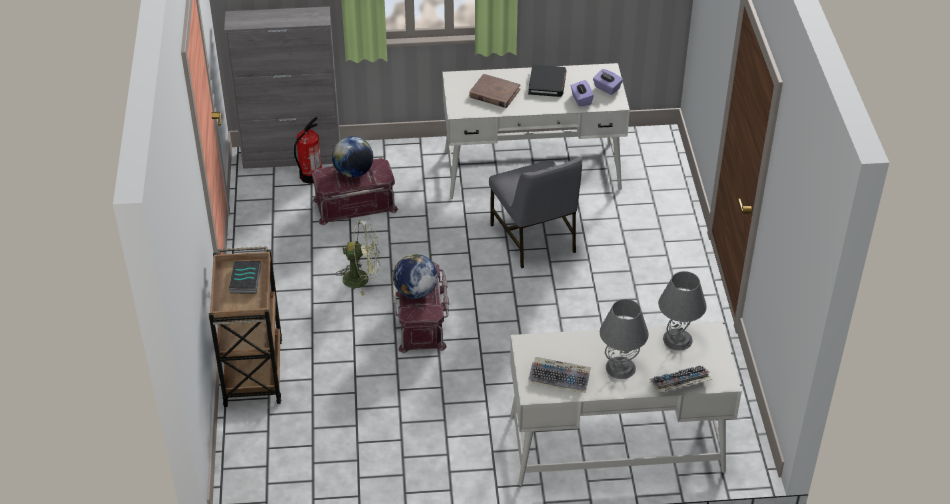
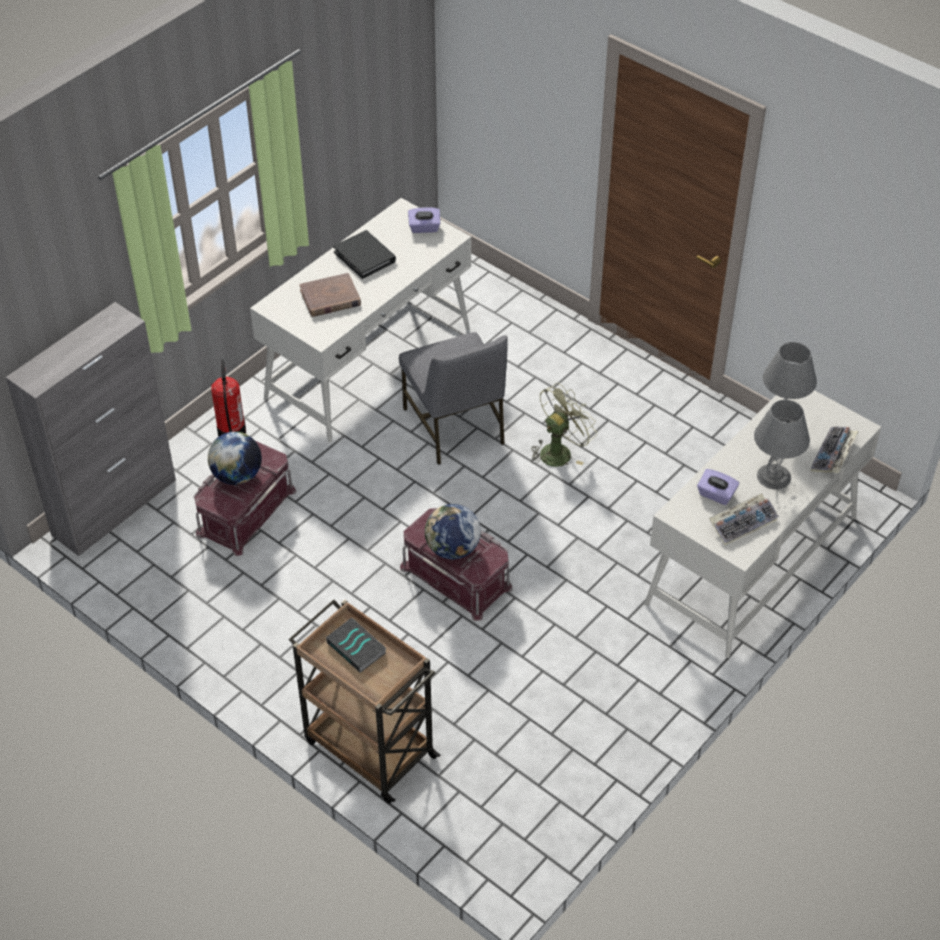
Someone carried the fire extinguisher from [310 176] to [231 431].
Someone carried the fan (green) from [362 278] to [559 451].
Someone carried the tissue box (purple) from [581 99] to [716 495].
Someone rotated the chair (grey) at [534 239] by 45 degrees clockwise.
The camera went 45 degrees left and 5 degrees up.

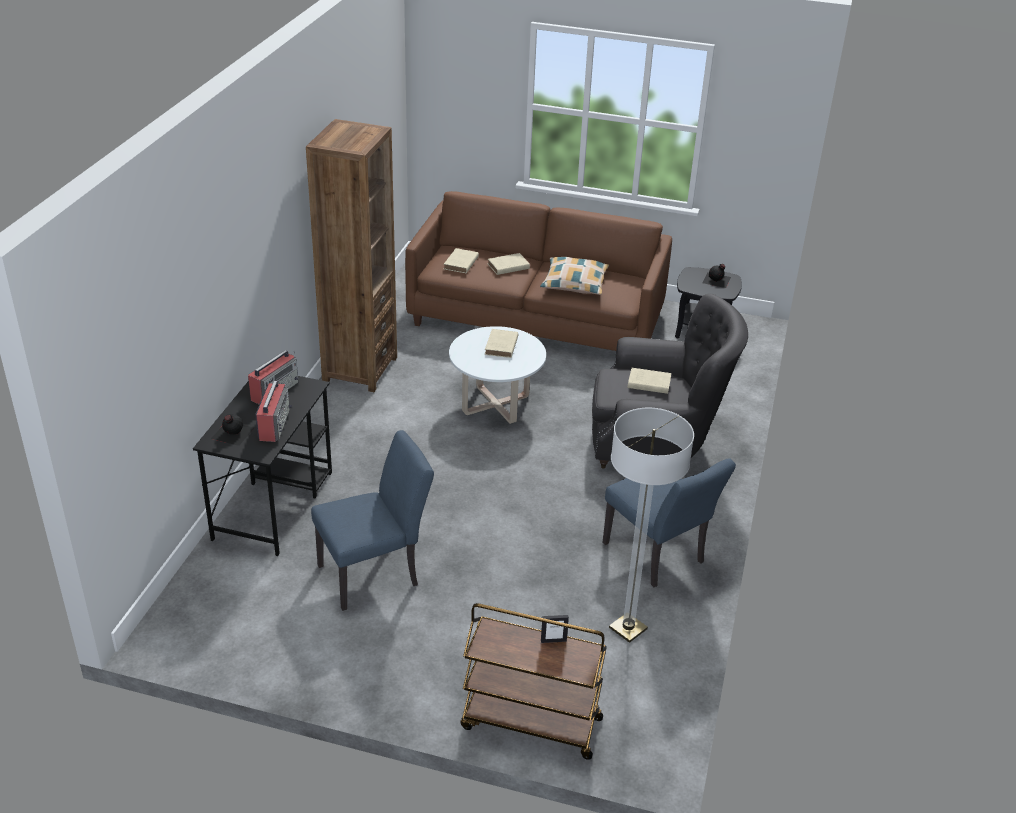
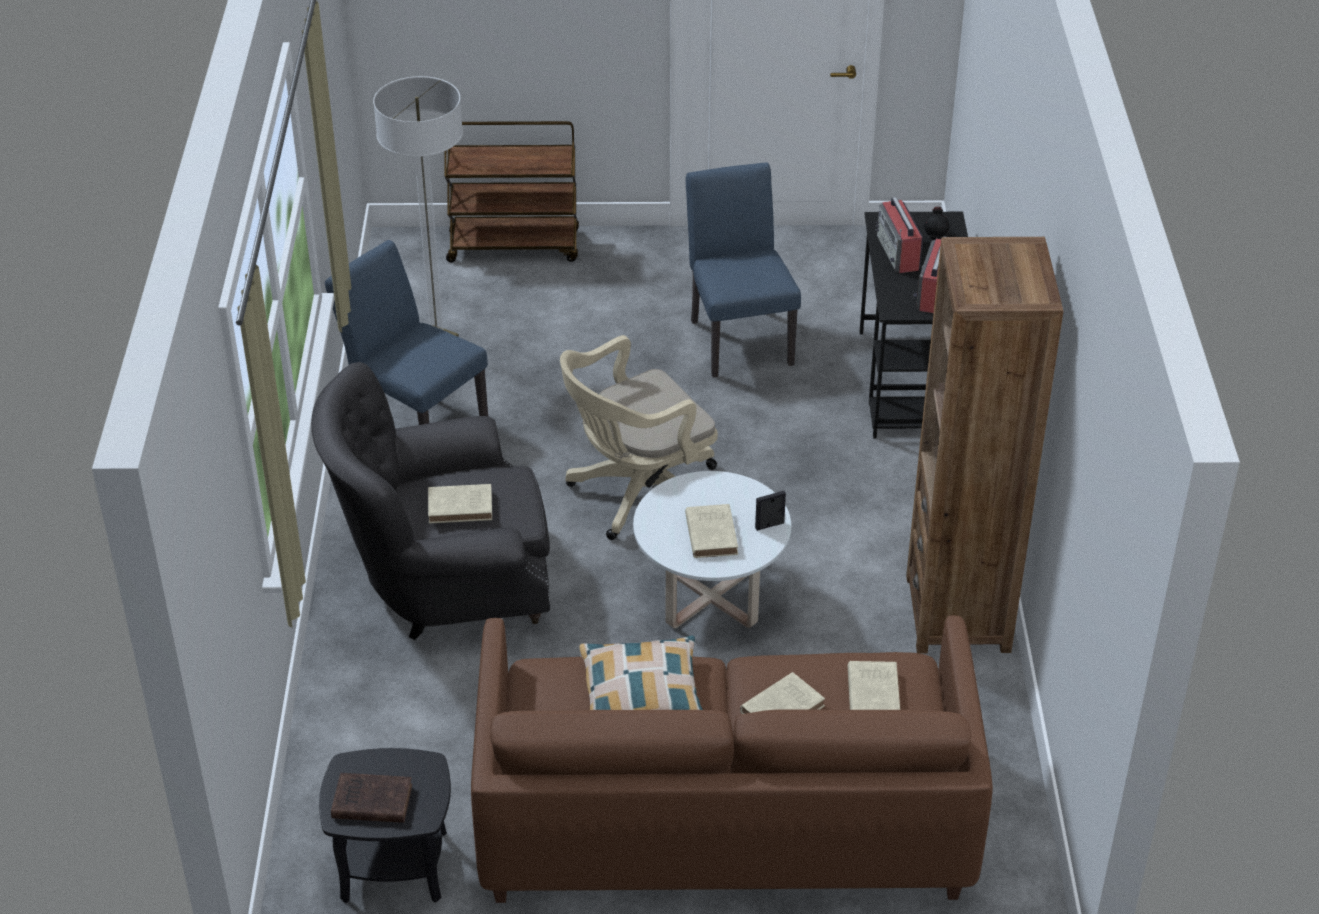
Someone put down the office chair (beige) at [637 495].
Someone carried the picture frame from [553 640] to [769 525].
Someone swapped the bottle (black) at [717 280] for the book (brown) at [370 802].
Someone rotated the chair (blue) at [375 573] by 120 degrees clockwise.
The camera went 165 degrees right and 5 degrees up.

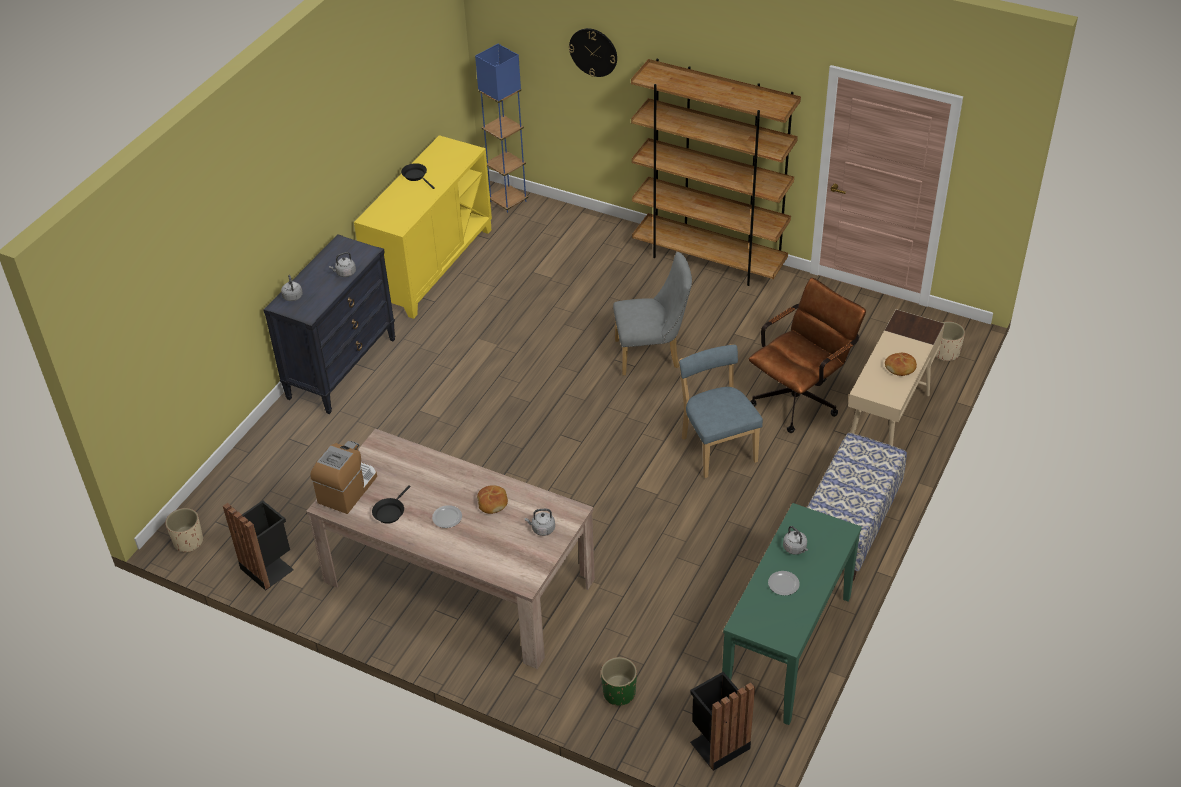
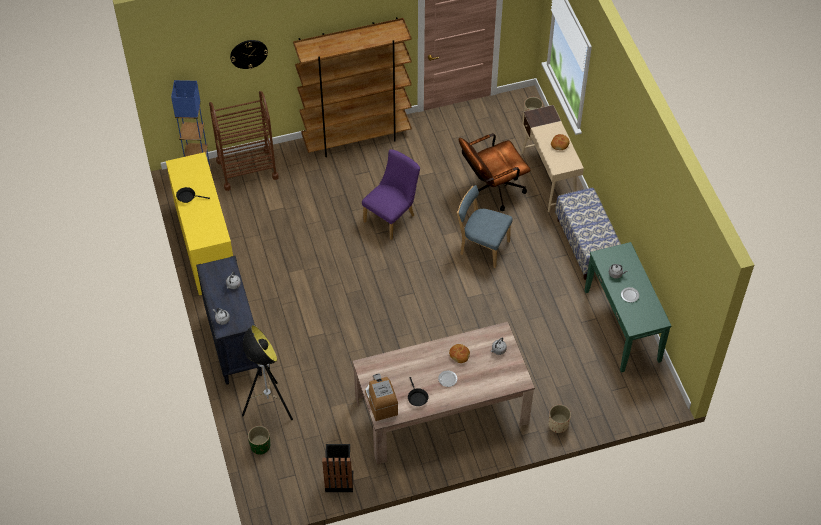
Someone took away the trash can (black) at [718 743].
Someone put down the cart (brown) at [247 169].
Someone put down the floor lamp at [268 406].
Someone carried the planter (beige) from [188 542] to [558 425].
Someone carried the planter (green) from [619 693] to [260 446].
Someone repainted the chair (grey) at [652 354], which became the chair (purple) at [392 217].
Someone rotated the office chair (brown) at [800 398] by 120 degrees counterclockwise.
The camera went 45 degrees left and 10 degrees up.

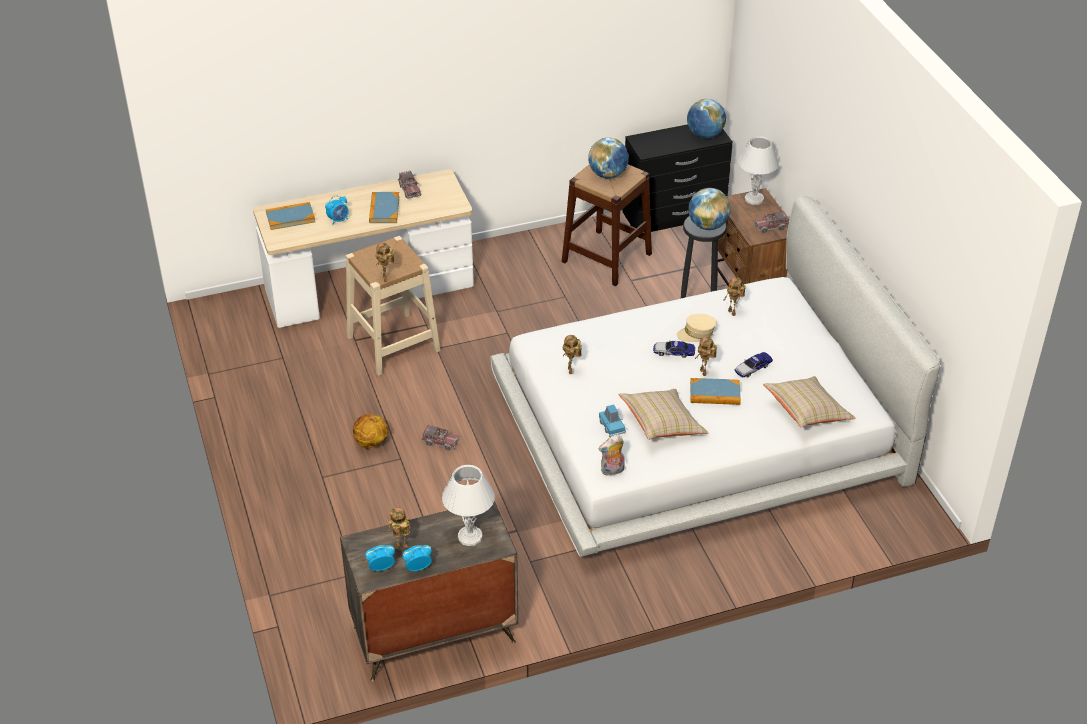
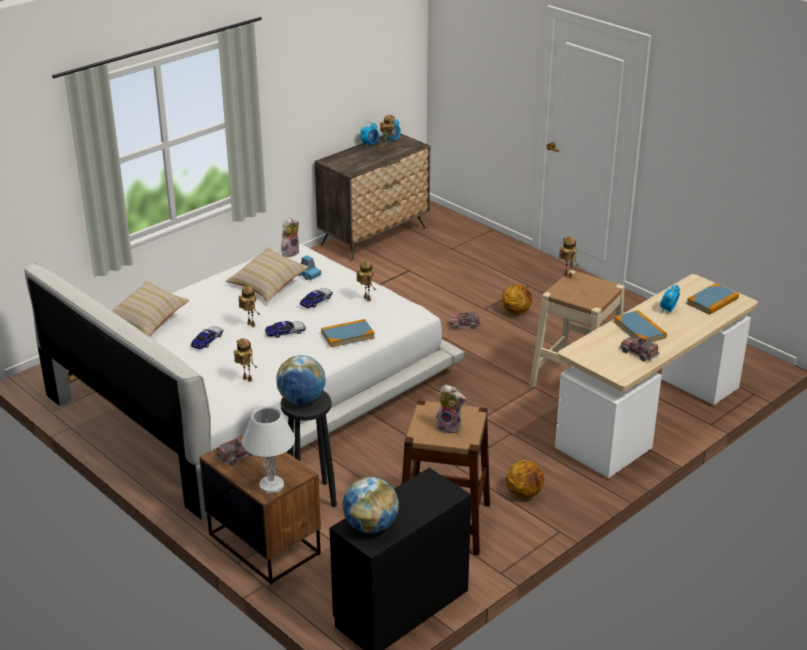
Someone took away the table lamp (white) at [470 536].
Someone took away the cap (beige) at [696 333].
Someone put down the toy car at [316 301].
Someone put down the basketball at [525 493].
Someone carried the book from [715 394] to [347 335].
Someone swapped the globe at [608 174] for the plush toy at [450 427].
The camera went 155 degrees right and 10 degrees down.

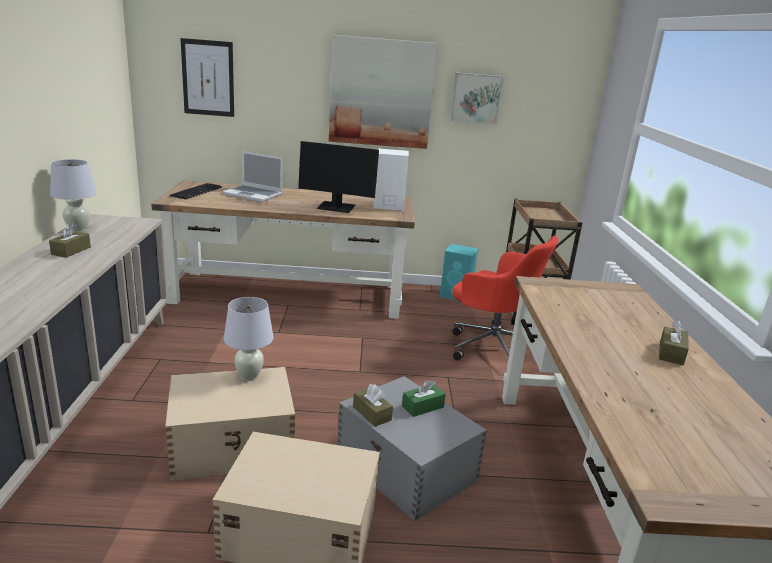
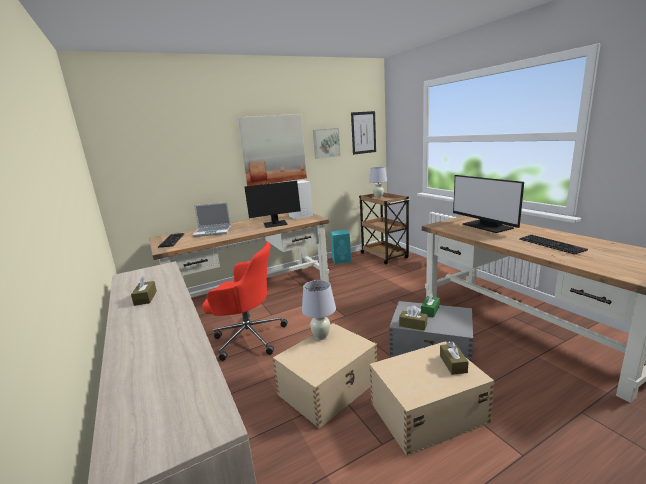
Someone put down the monitor at [486 226].
Someone put down the keyboard at [552 244].
Someone carried the table lamp (white) from [78 230] to [378 197].
Someone carried the picture from [208 78] to [363 132].
Someone carried the office chair (red) from [492 346] to [248 337].
Someone carried the tissue box (brown) from [671 353] to [453 364].
The camera went 25 degrees left and 5 degrees down.

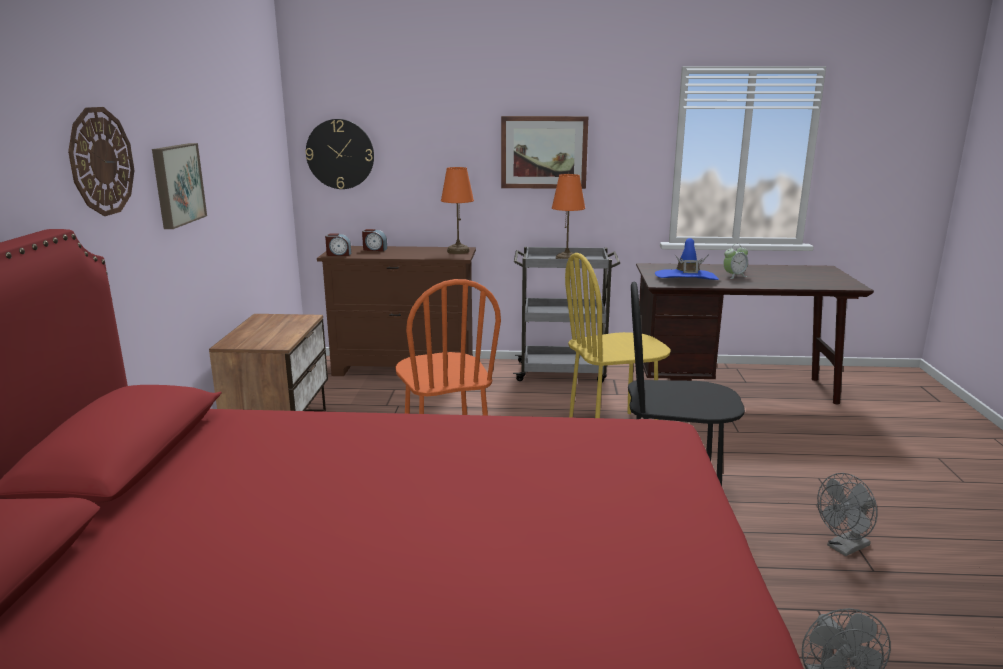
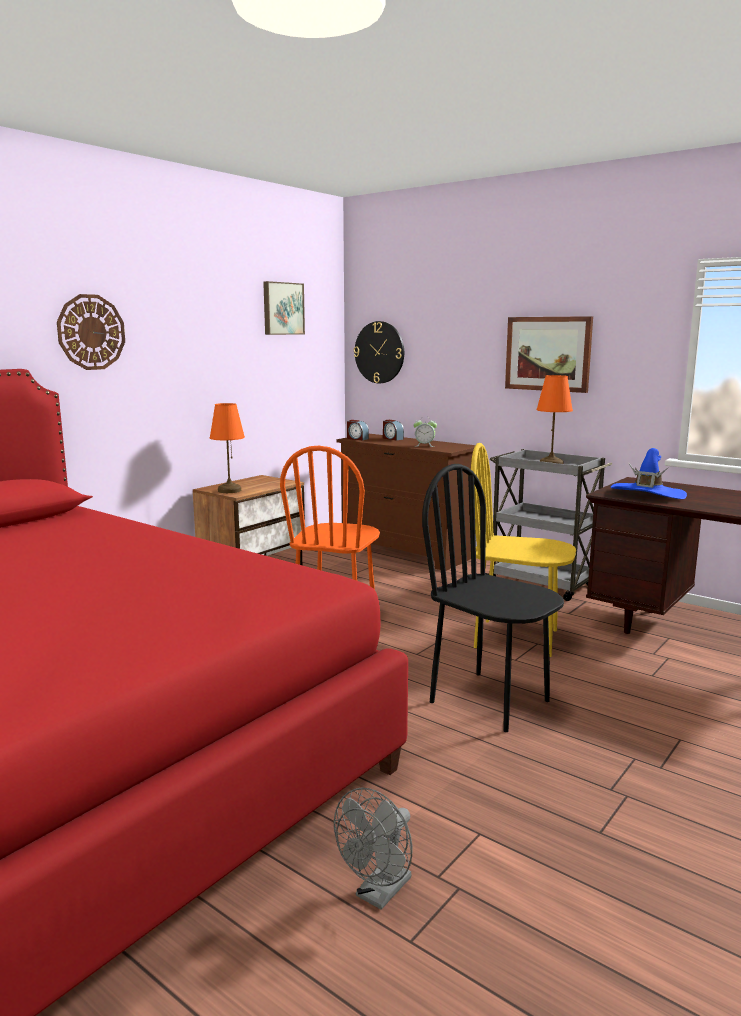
Someone took away the fan (grey) at [844 548].
Someone carried the picture from [176 184] to [282 308].
Someone carried the table lamp (orange) from [458 251] to [229 490].
Someone carried the alarm clock from [734 276] to [424 445].
The camera went 35 degrees right and 5 degrees down.

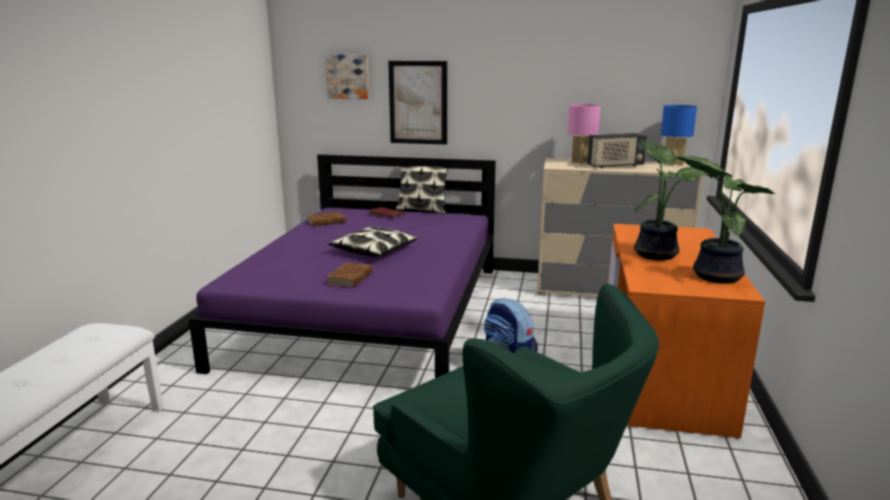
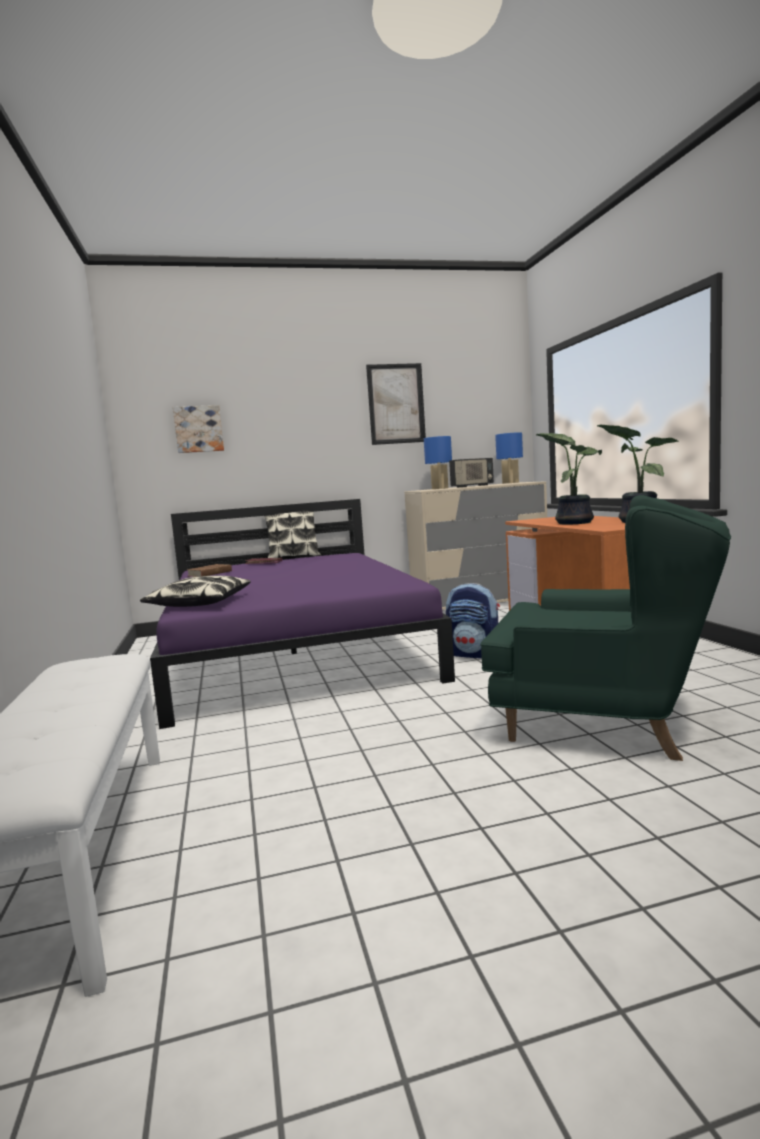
Someone took away the book (brown) at [350 278].
Someone carried the pillow from [374 250] to [200 603].
Someone carried the picture from [418 102] to [396 404].
Someone repainted the table lamp (pink) at [580 162], which became the table lamp (blue) at [439 488].
The camera went 25 degrees left and 10 degrees down.

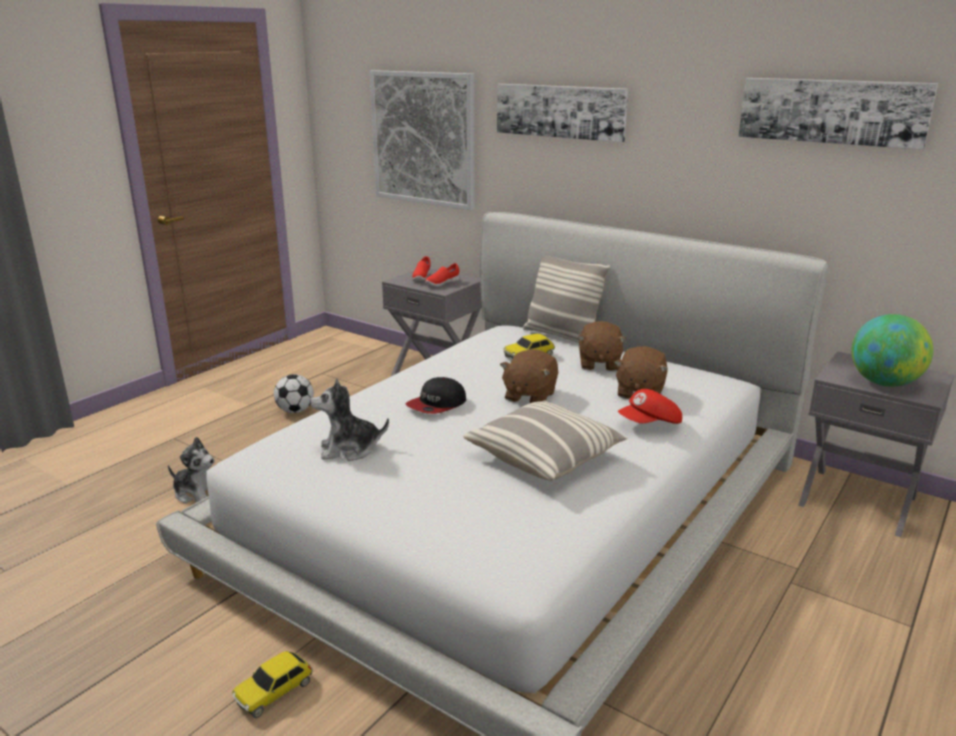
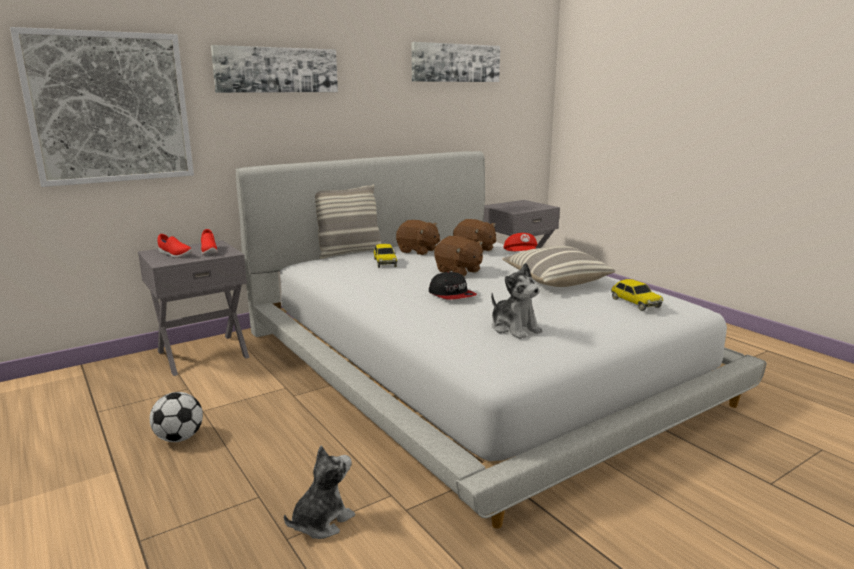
Someone took away the globe at [884 383].
Someone carried the toy car from [274 691] to [635 303].
Someone rotated the plush toy at [349 449] by 45 degrees counterclockwise.
The camera went 70 degrees left and 5 degrees down.

